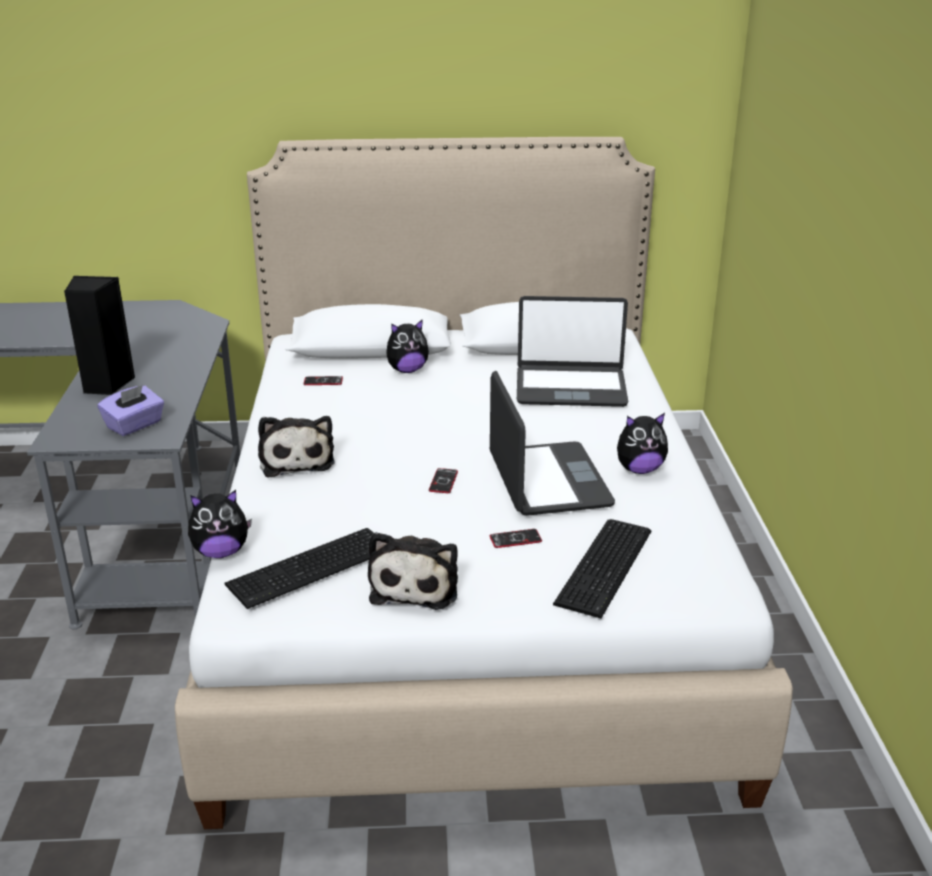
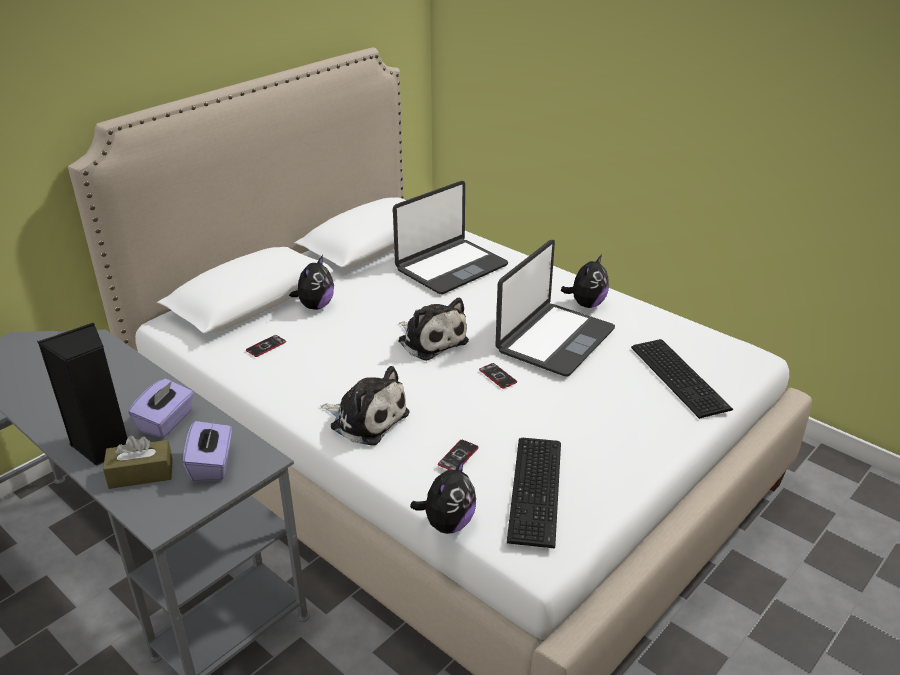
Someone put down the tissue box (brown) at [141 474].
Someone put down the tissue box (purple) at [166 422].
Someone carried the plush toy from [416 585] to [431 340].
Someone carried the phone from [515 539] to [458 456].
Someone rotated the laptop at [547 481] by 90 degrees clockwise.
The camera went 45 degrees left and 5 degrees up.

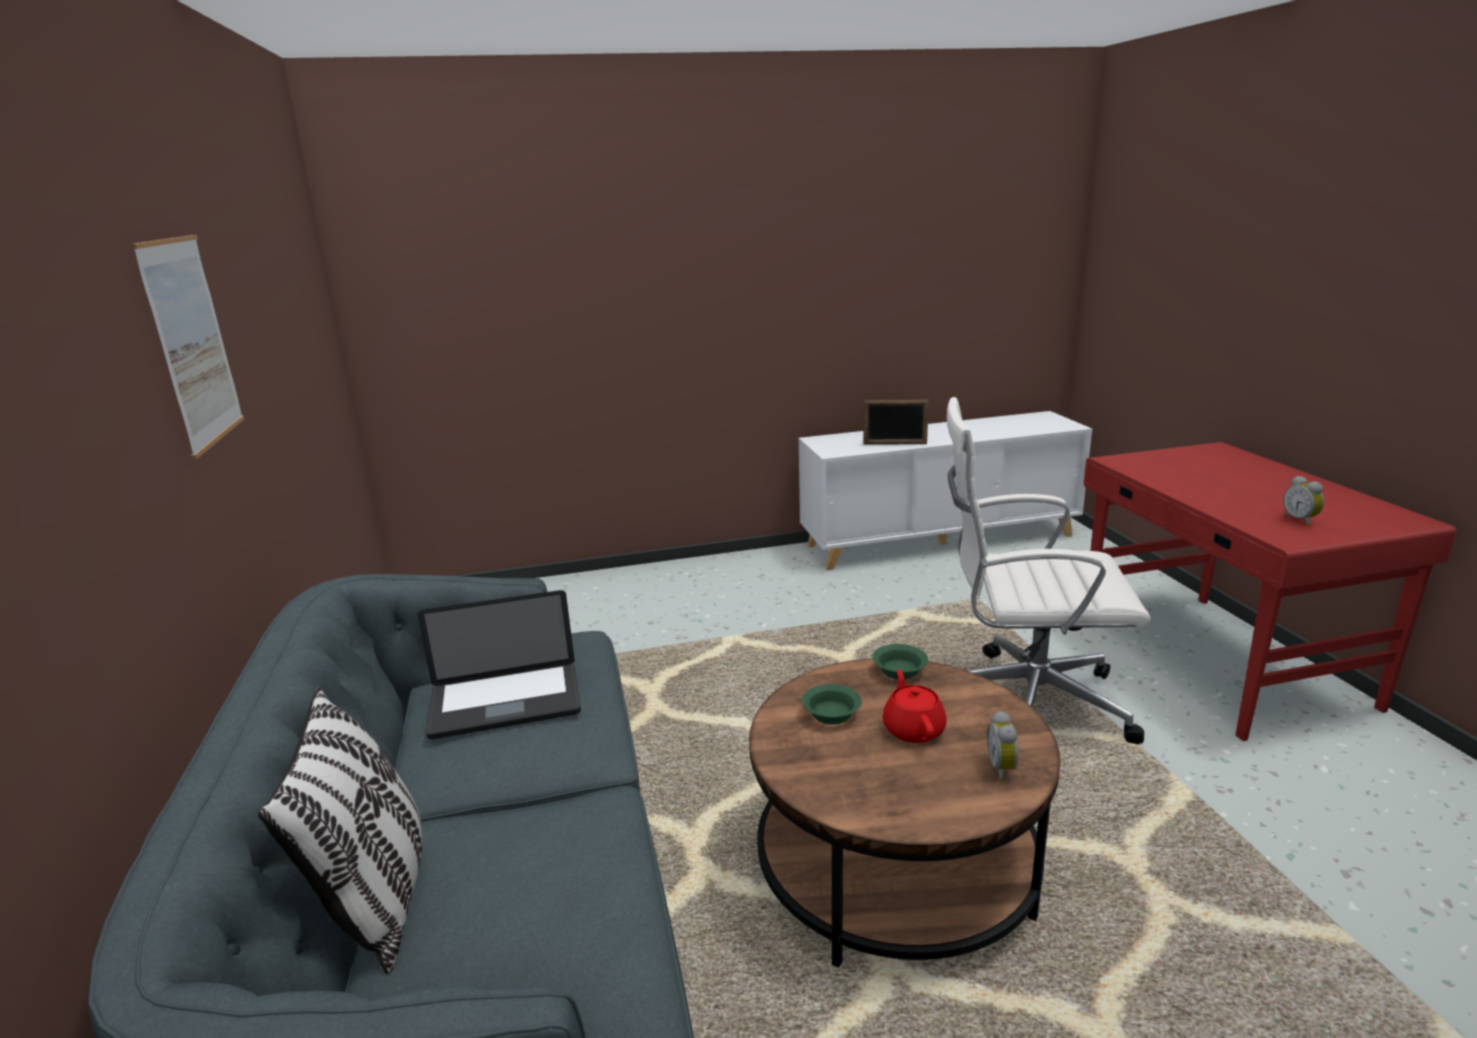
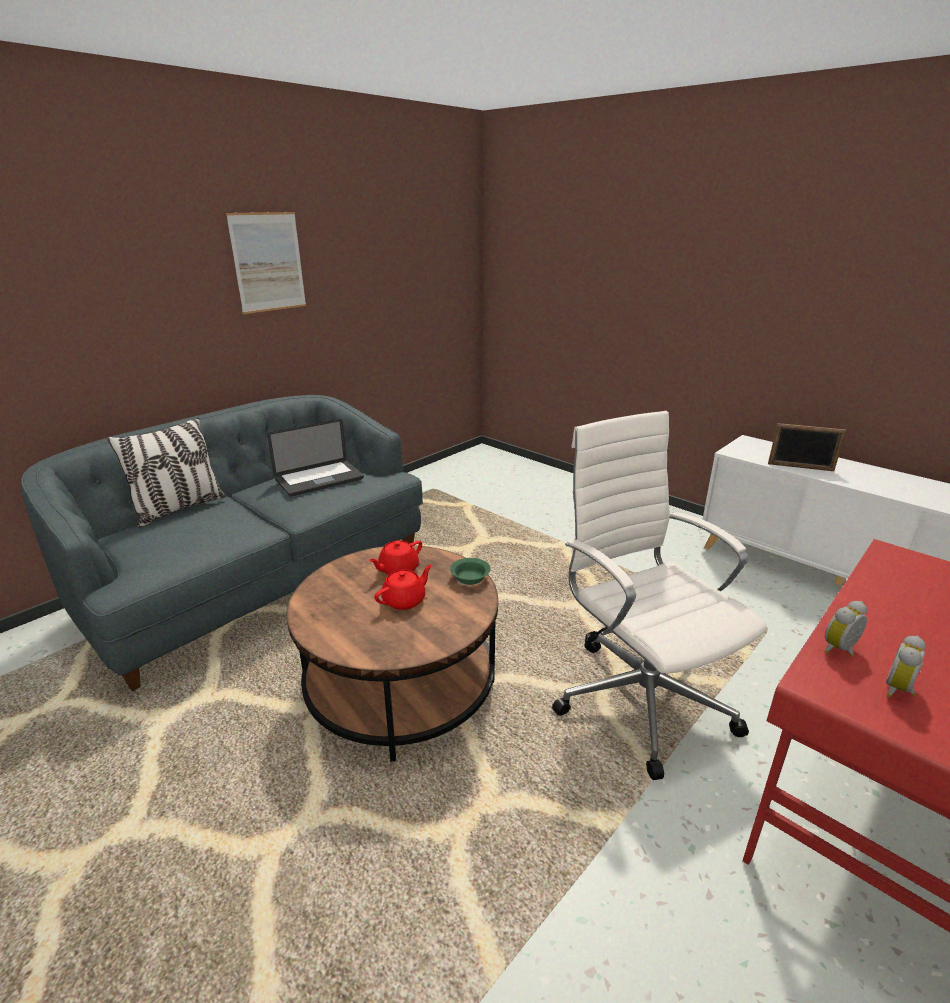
Someone carried the alarm clock from [1003 768] to [841 650].
Someone swapped the bowl (green) at [833 715] for the teapot (red) at [398 569].
Someone rotated the laptop at [505 703] by 75 degrees counterclockwise.
Someone rotated the picture frame at [895 444] by 45 degrees counterclockwise.
The camera went 55 degrees right and 5 degrees up.

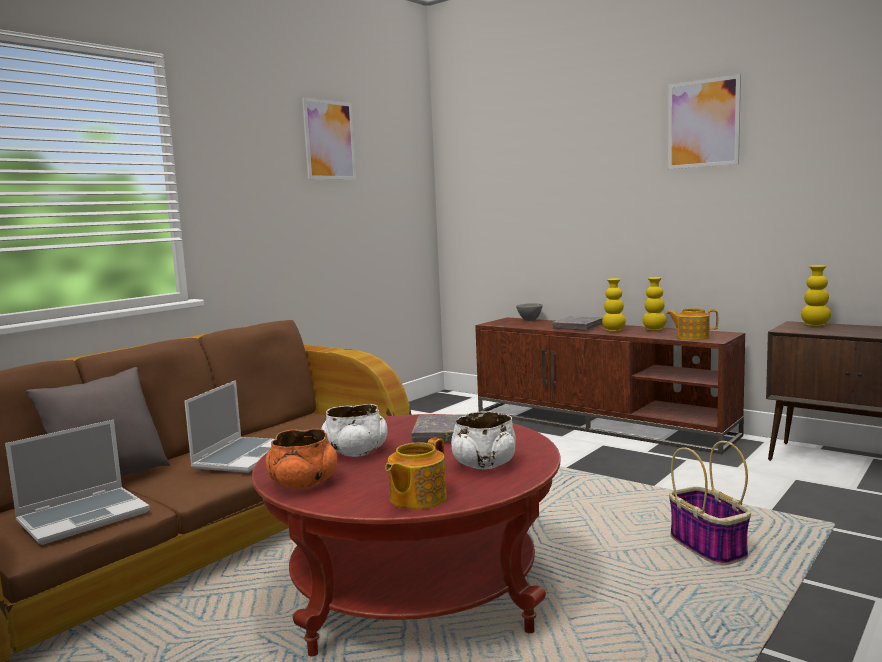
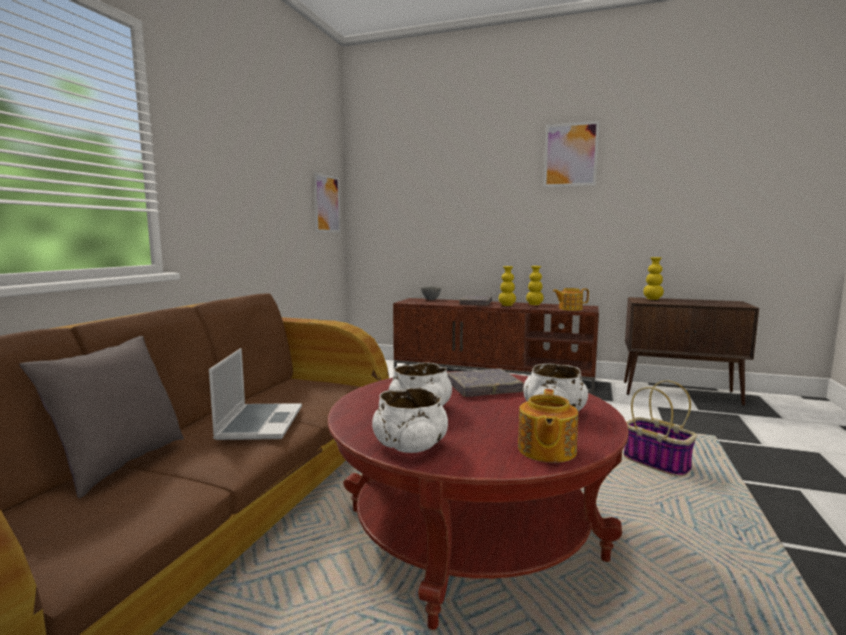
Someone took away the laptop at [84 516].
Someone carried the picture from [329 140] to [327 203].
Someone repainted the bowl (orange) at [302 483], which became the bowl (white) at [410 446].
The camera went 20 degrees left and 0 degrees up.

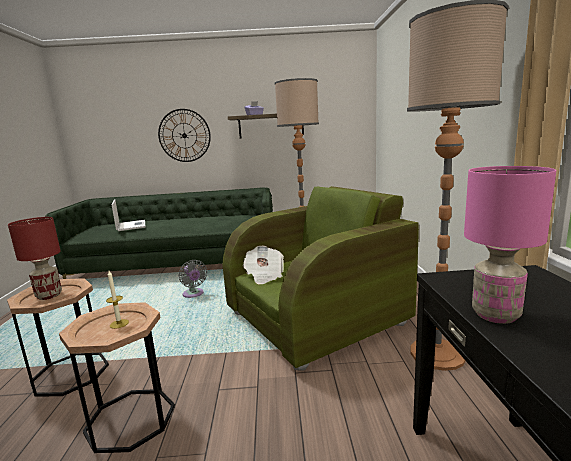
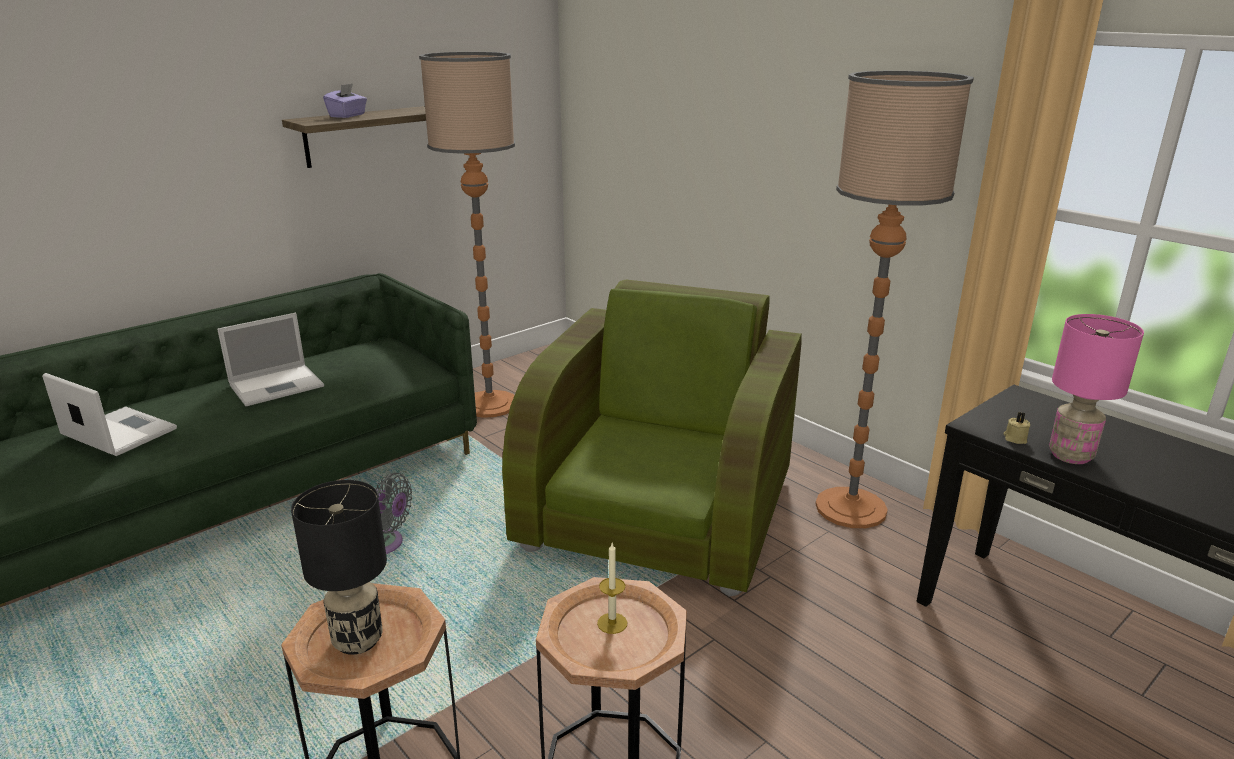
Someone took away the wall clock at [184 135].
Someone took away the newspaper at [264 275].
Someone put down the laptop at [278 385].
Someone put down the candle (beige) at [1015 438].
Someone repainted the table lamp (red) at [49 296], which became the table lamp (black) at [359 640].
The camera went 40 degrees left and 10 degrees up.

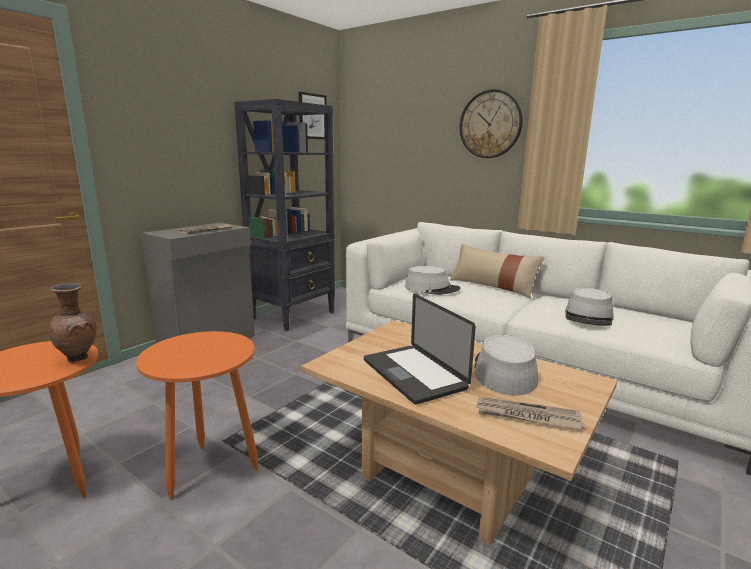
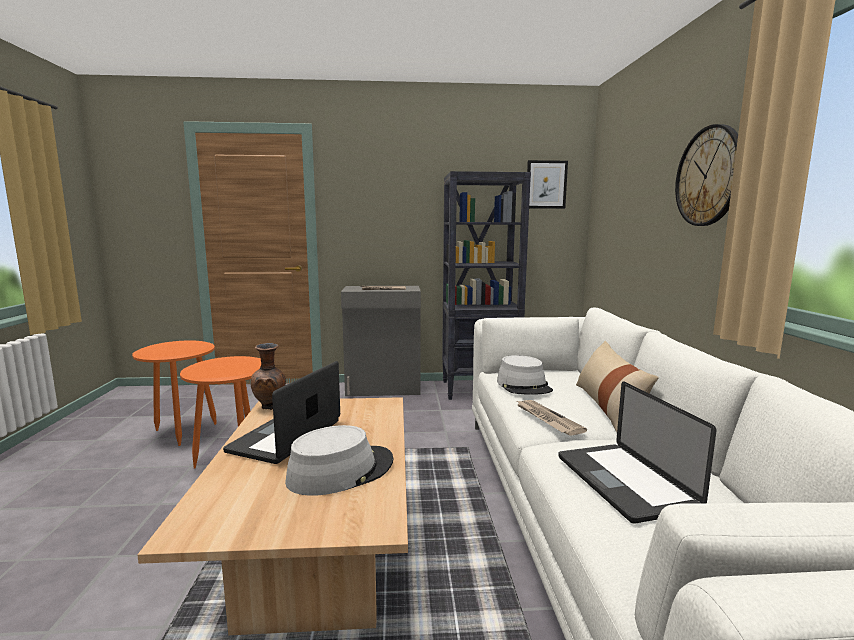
Someone carried the vase (brown) from [79 358] to [270 407].
Someone carried the newspaper from [527 416] to [547 419].
Someone swapped the hat (grey) at [589 317] for the laptop at [623 482].
The camera went 50 degrees right and 5 degrees down.

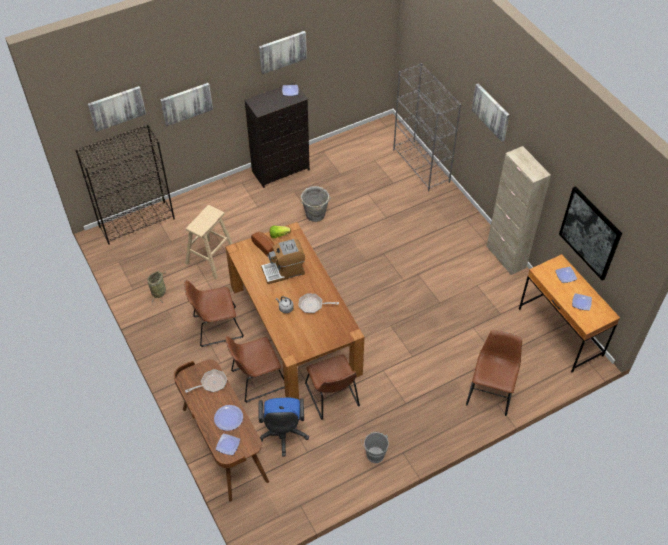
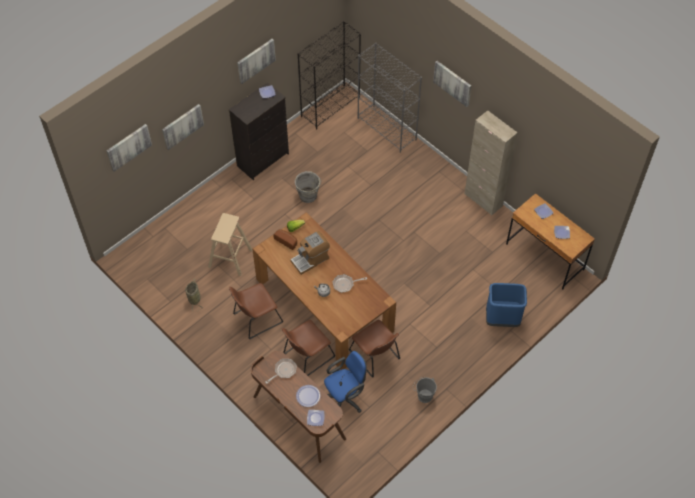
Someone took away the picture at [590 233].
Someone carried the bookcase (black) from [137 222] to [330 106].
Someone swapped the chair (brown) at [491 390] for the trash can (blue) at [502 319].
Someone rotated the office chair (blue) at [283 435] by 105 degrees counterclockwise.
The camera went 15 degrees left and 5 degrees up.

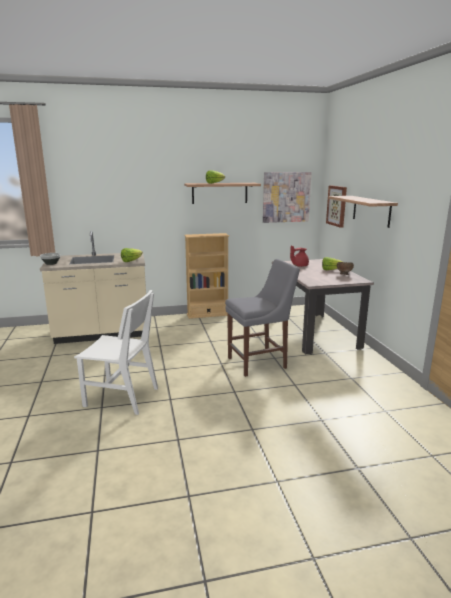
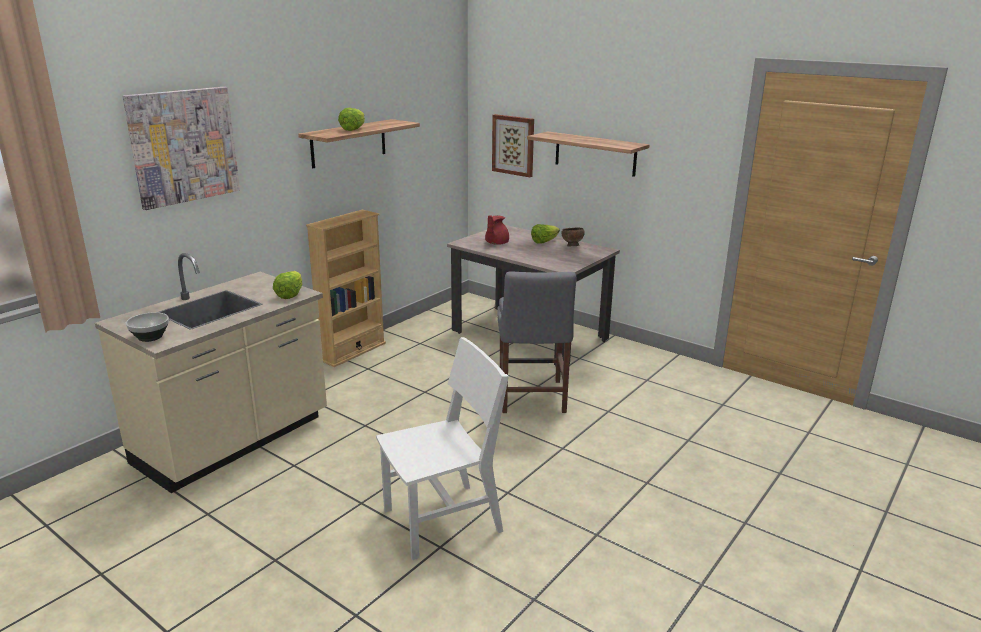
Someone carried the picture from [286 197] to [183 146].
Someone rotated the chair (grey) at [260 362] by 150 degrees clockwise.
The camera went 40 degrees left and 5 degrees up.

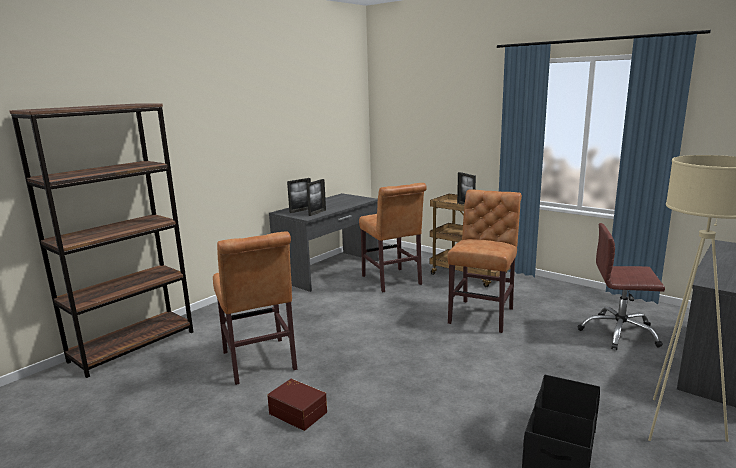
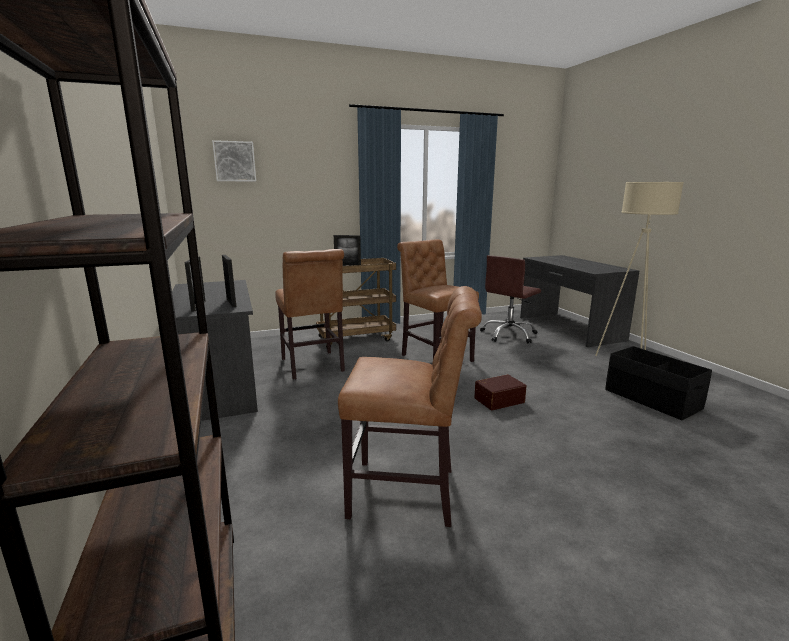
Someone put up the picture at [234 161].
Someone carried the storage box (brown) from [299 412] to [498 399].
Someone rotated the chair (brown) at [393 281] by 60 degrees clockwise.
The camera went 60 degrees left and 0 degrees up.

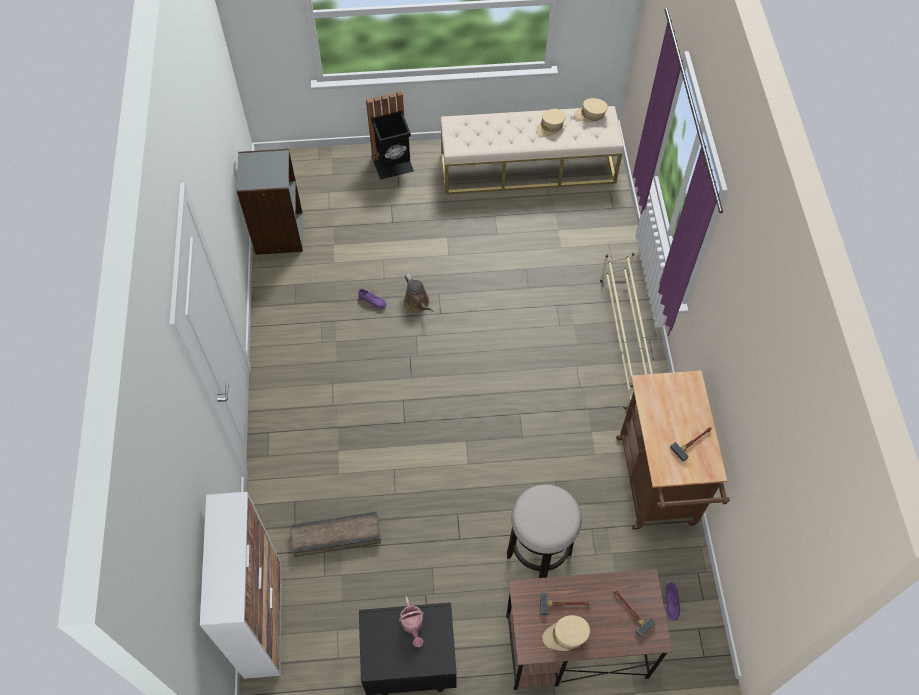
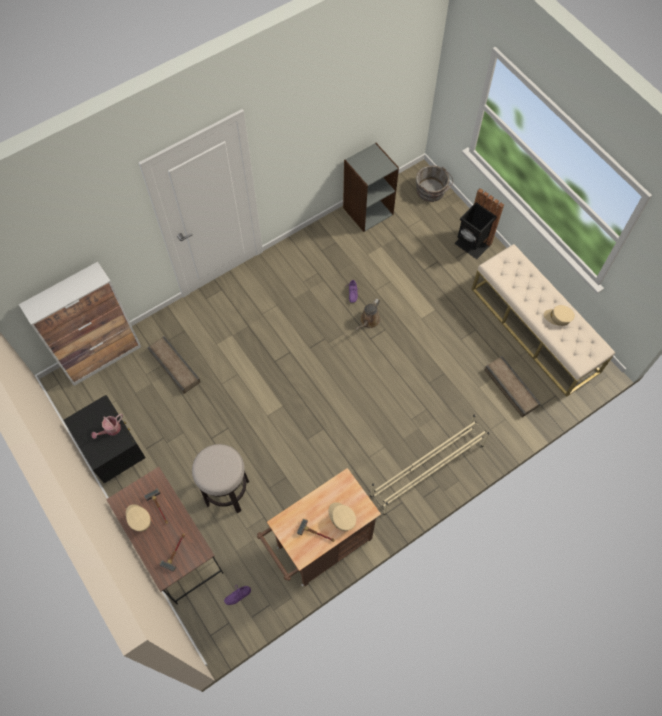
Someone put down the bucket (grey) at [432 191].
Someone put down the crate at [510 388].
Someone carried the cap (beige) from [590 114] to [341 518].
The camera went 60 degrees right and 5 degrees up.

